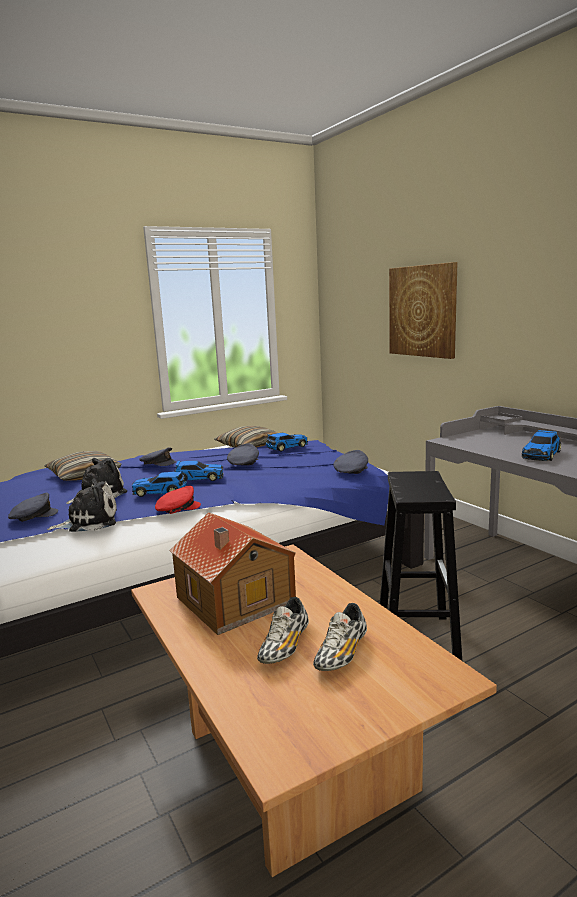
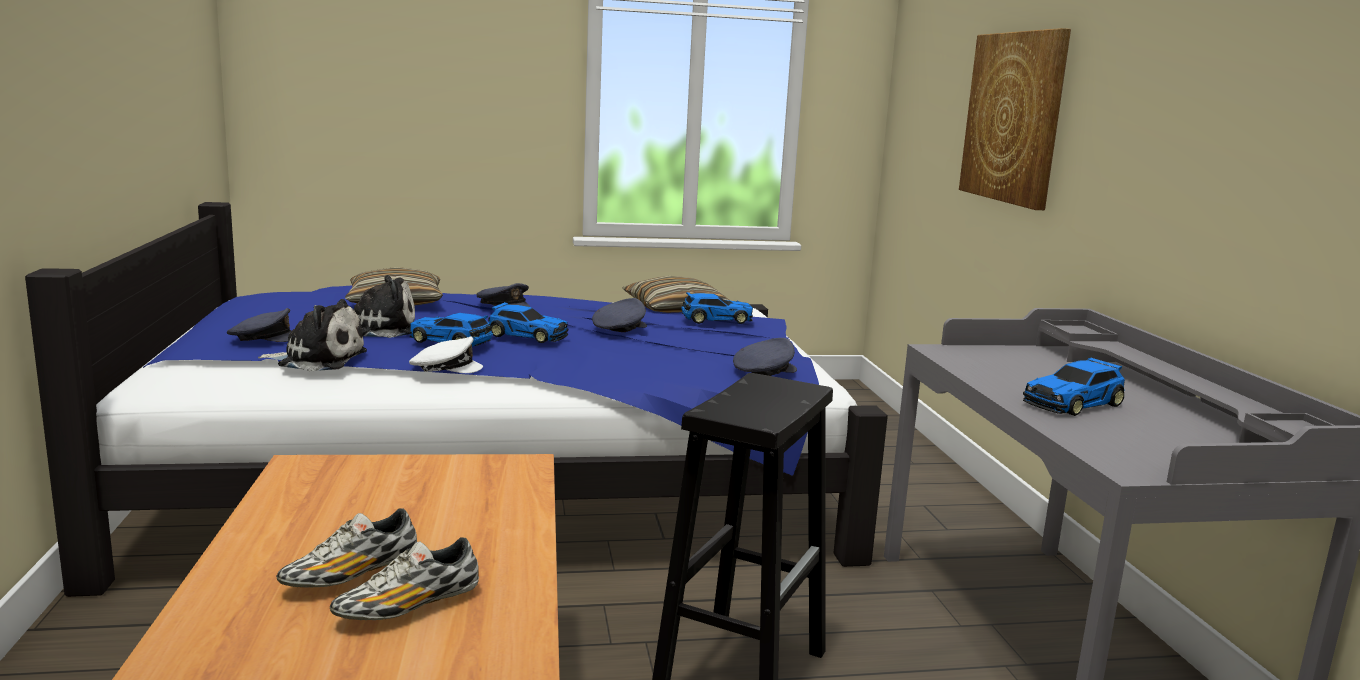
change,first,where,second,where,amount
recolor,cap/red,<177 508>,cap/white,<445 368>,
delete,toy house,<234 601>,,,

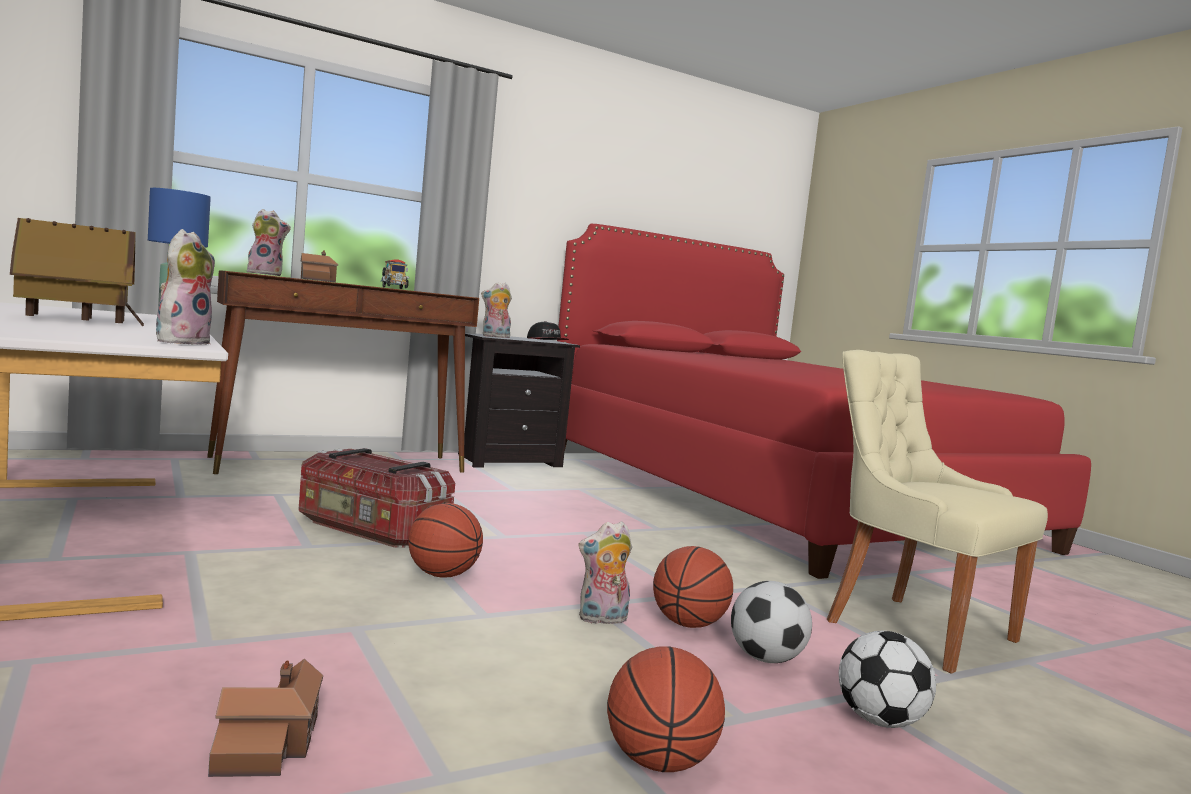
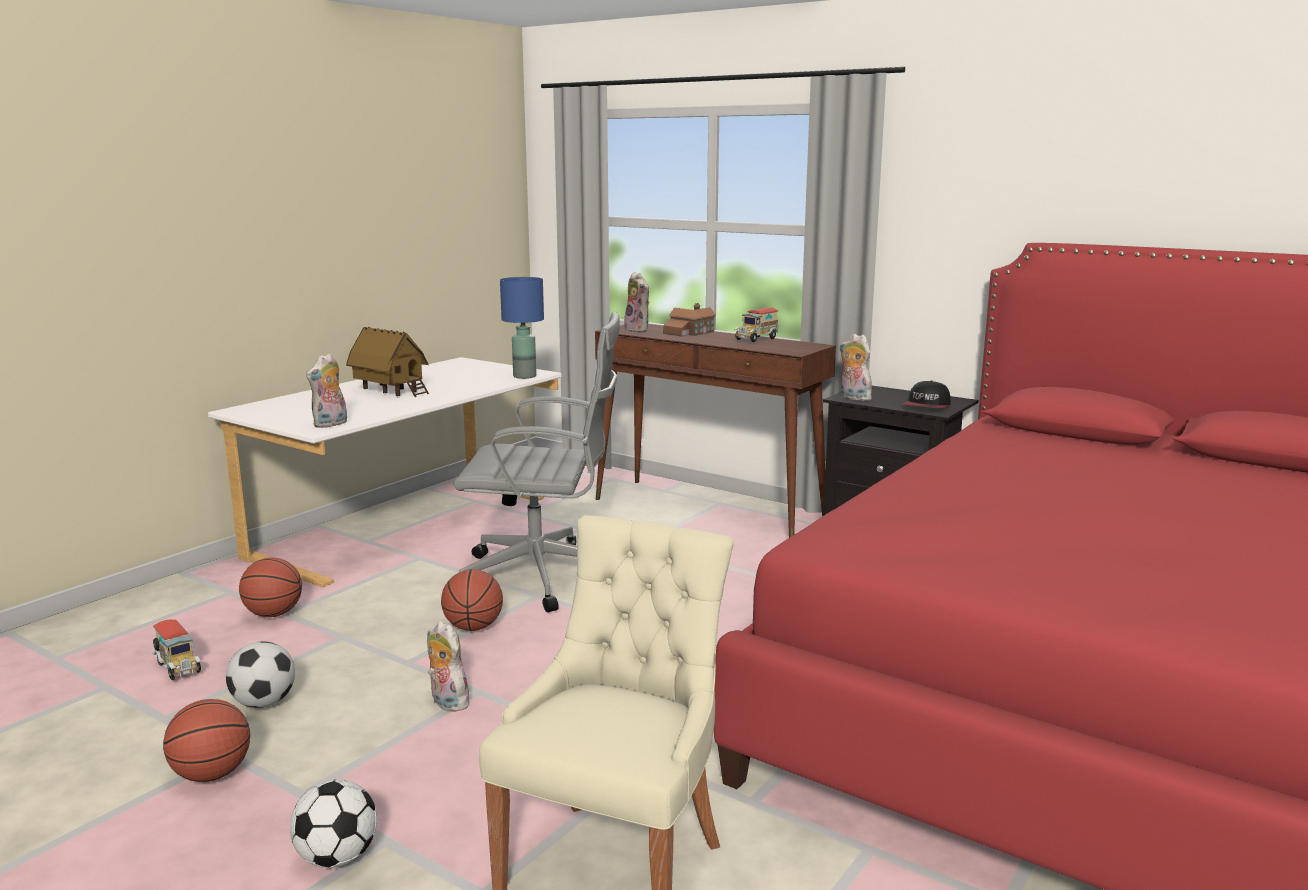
change,first,where,second,where,amount
rotate,plush toy,<182 342>,,<331 424>,135 degrees clockwise
replace,storage box,<370 530>,office chair/grey,<543 577>,
move,basketball,<688 624>,,<273 614>,
move,football,<766 659>,,<264 703>,
replace,toy house,<268 744>,toy truck,<177 668>,

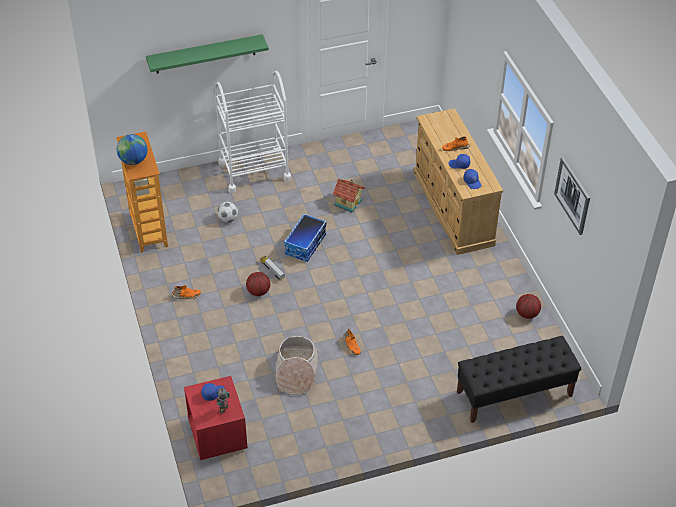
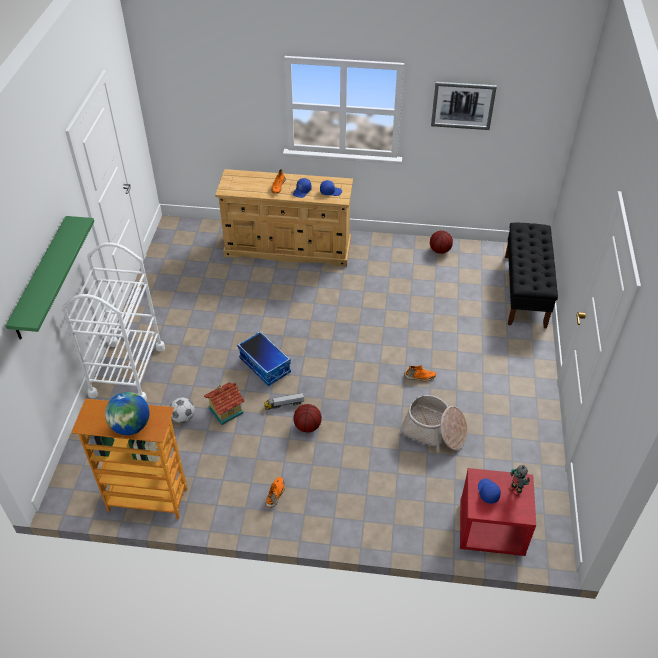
change,first,where,second,where,amount
move,toy house,<348 202>,,<225 410>,

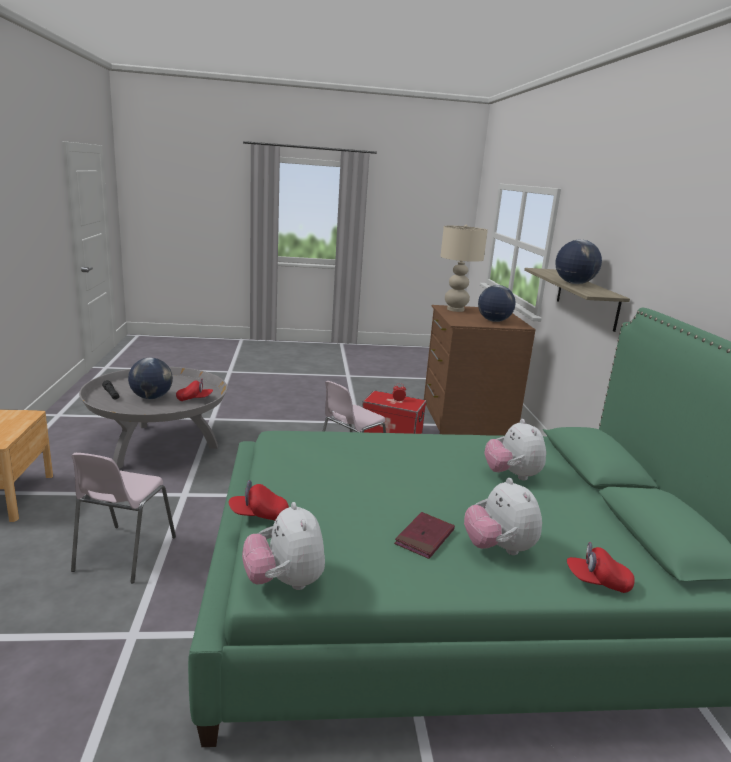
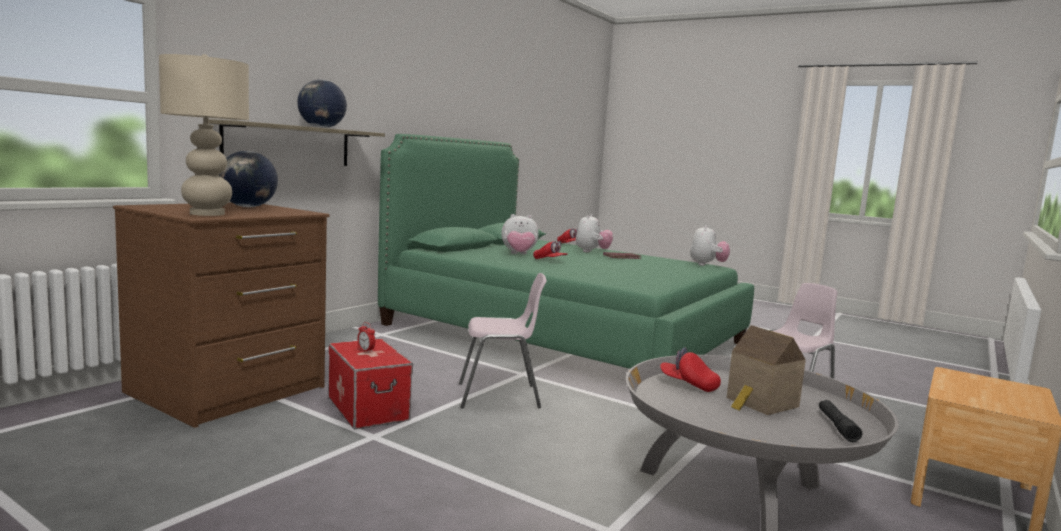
change,first,where,second,where,amount
replace,globe,<151 397>,toy house,<760 403>,
rotate,plush toy,<512 475>,,<519 254>,60 degrees clockwise
move,cap/red,<258 515>,,<549 260>,

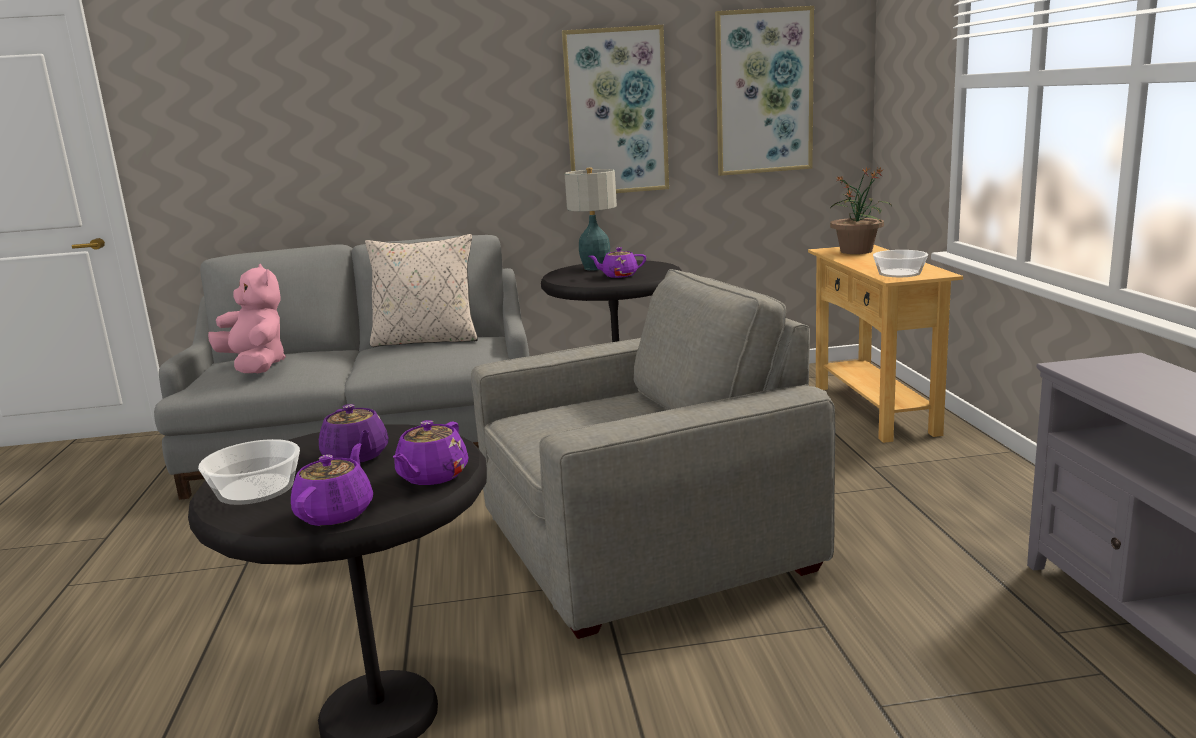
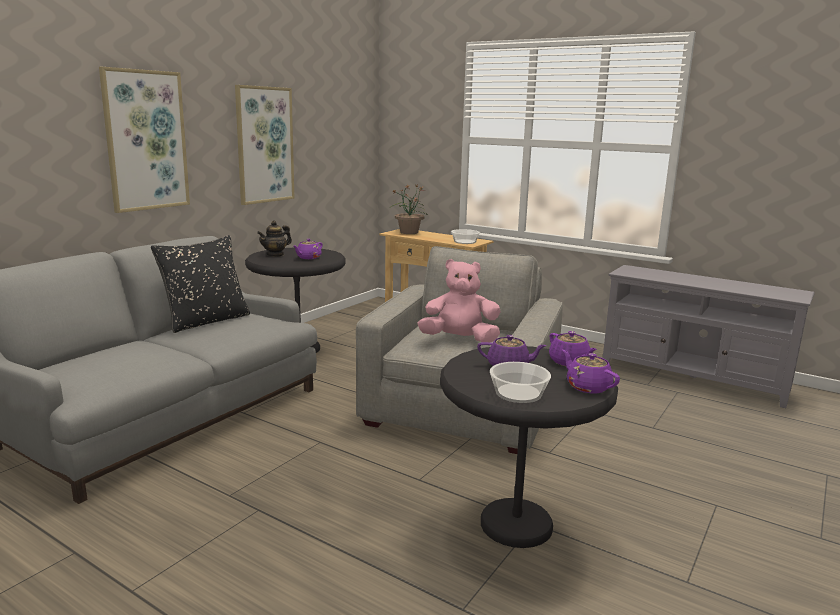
change,first,where,second,where,amount
move,picture,<763 92>,,<146 141>,
replace,table lamp,<596 268>,teapot,<275 255>,
recolor,pillow/beige,<426 340>,pillow/black,<207 321>,
move,plush toy/pink,<256 366>,,<459 339>,

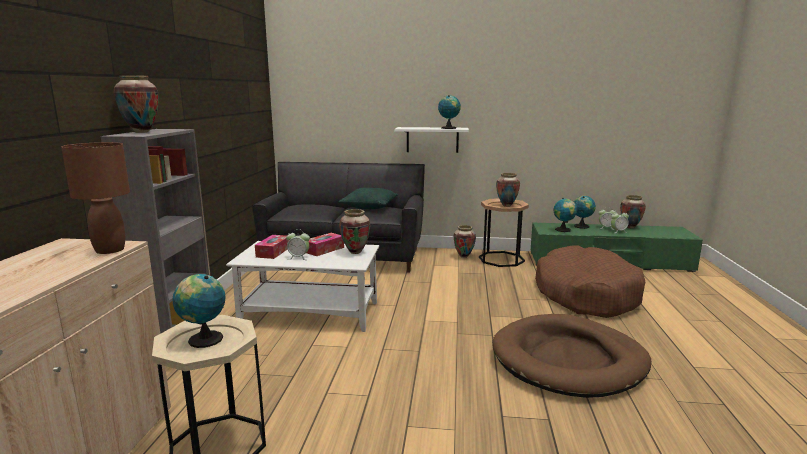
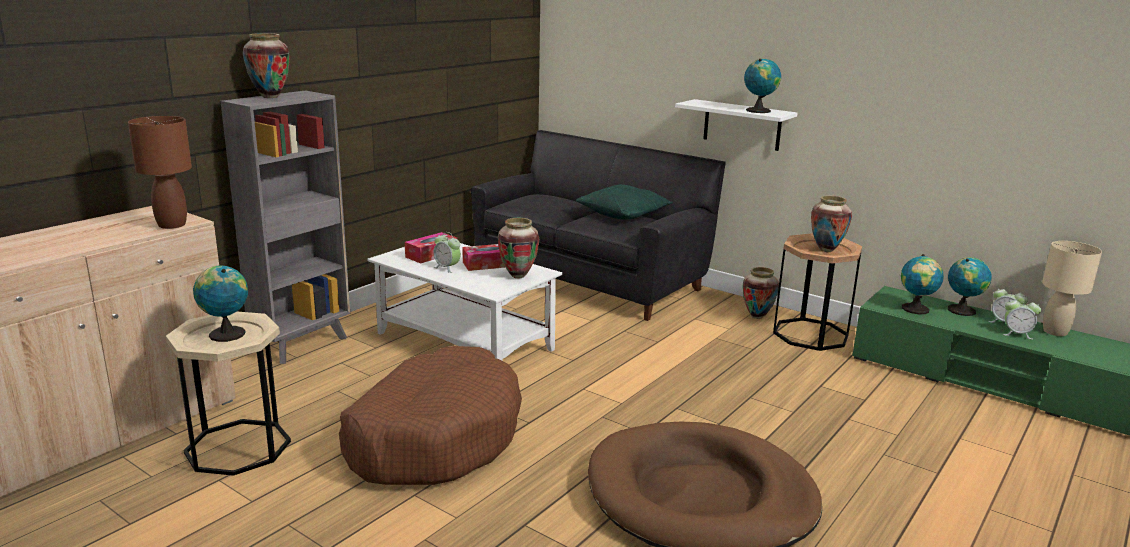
change,first,where,second,where,amount
replace,vase,<630 227>,table lamp/beige,<1055 332>,
move,dog bed/brown,<586 294>,,<434 437>,

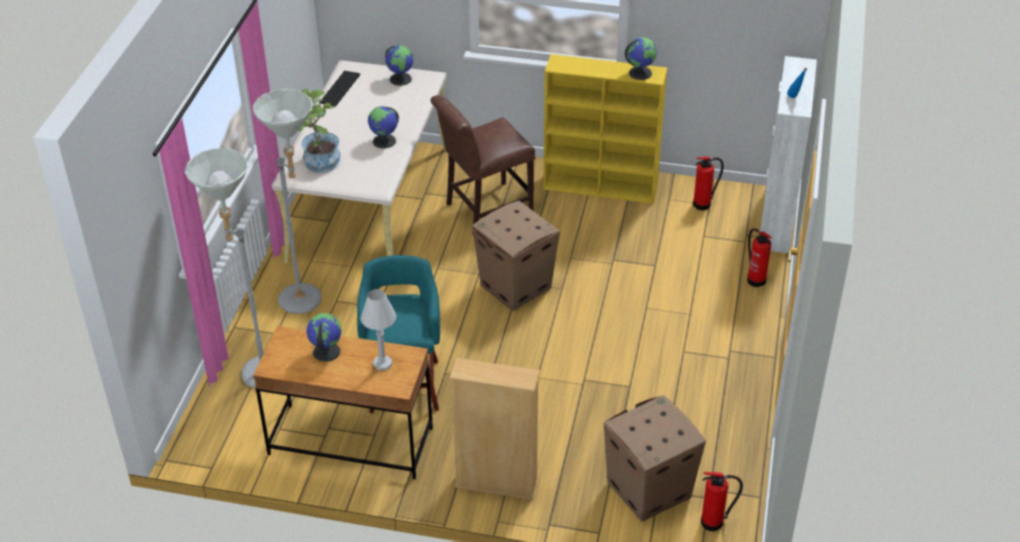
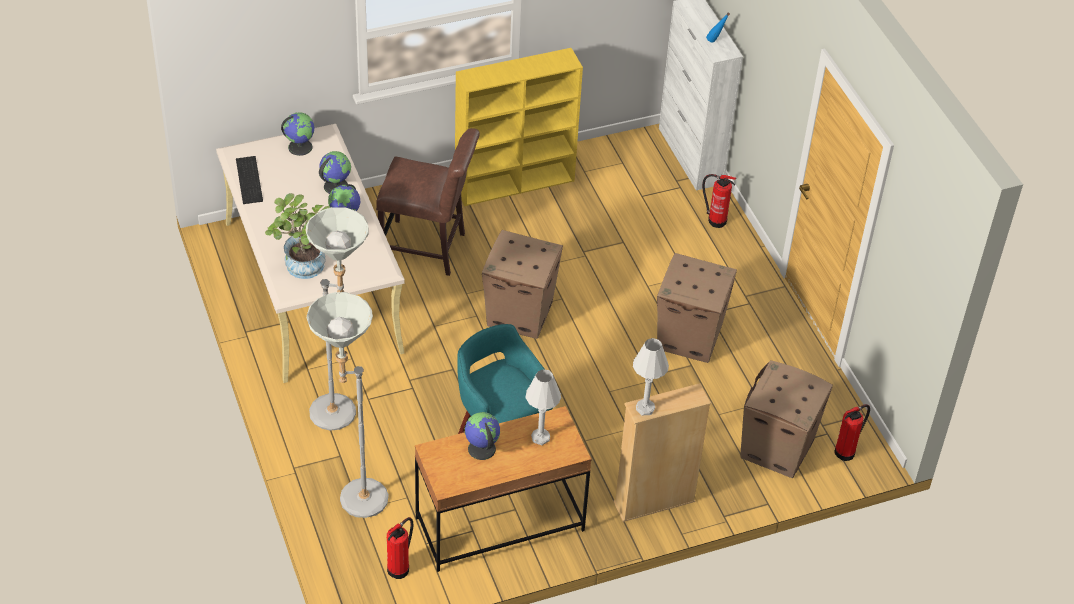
change,first,where,second,where,amount
move,globe,<640 73>,,<335 186>,
rotate,chair/brown,<484 210>,,<427 249>,105 degrees counterclockwise
move,fire extinguisher,<703 204>,,<400 568>,
insert,,,cardboard box,<690 337>,
insert,,,table lamp/white,<645 408>,

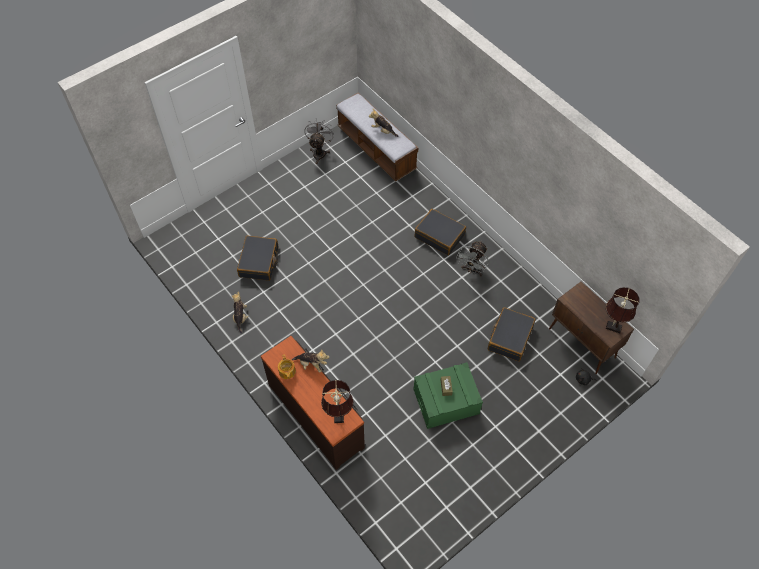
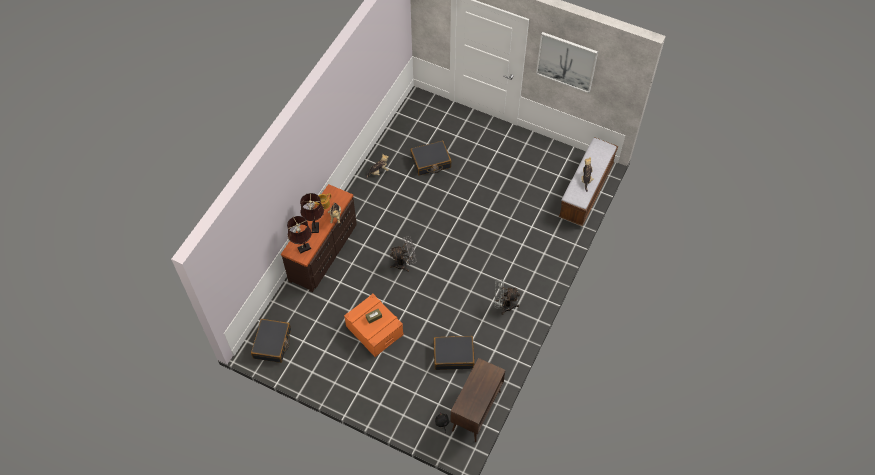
change,first,where,second,where,amount
move,fan/grey,<319 152>,,<404 264>,
move,suitcase/black,<439 236>,,<272 343>,
move,table lamp/brown,<612 326>,,<315 226>,
recolor,storage box/green,<446 401>,storage box/orange,<374 330>,
insert,,,picture,<566 62>,

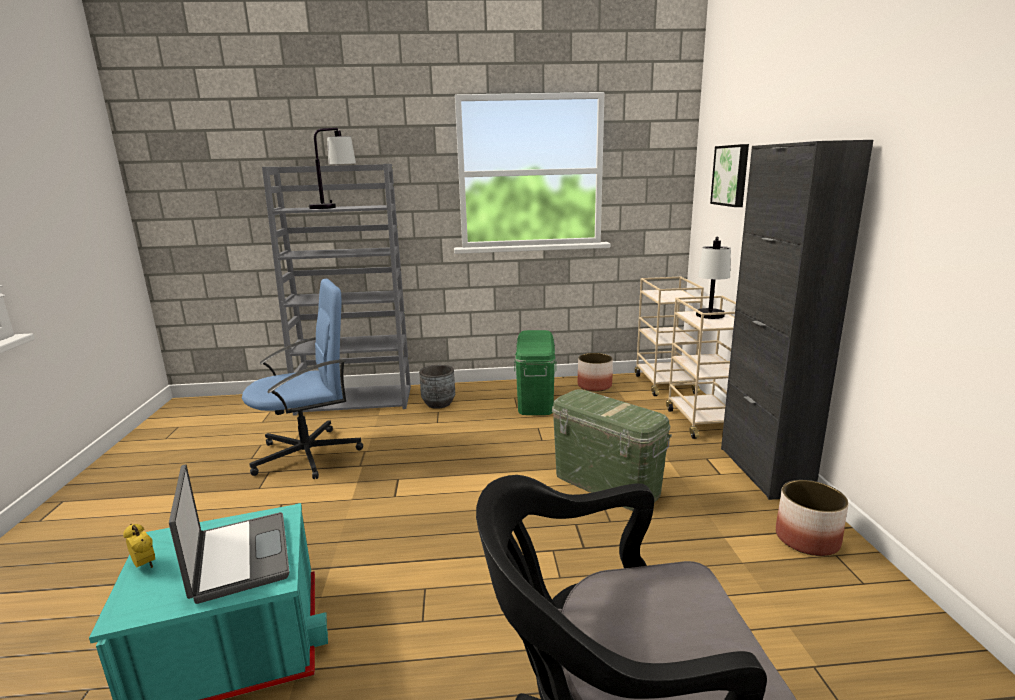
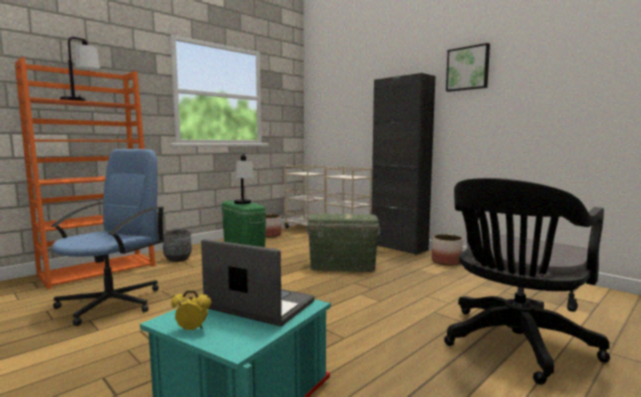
change,first,where,second,where,amount
move,picture,<731 175>,,<468 68>,
recolor,bookcase/grey,<356 400>,bookcase/orange,<99 270>,
move,table lamp,<710 319>,,<244 204>,

